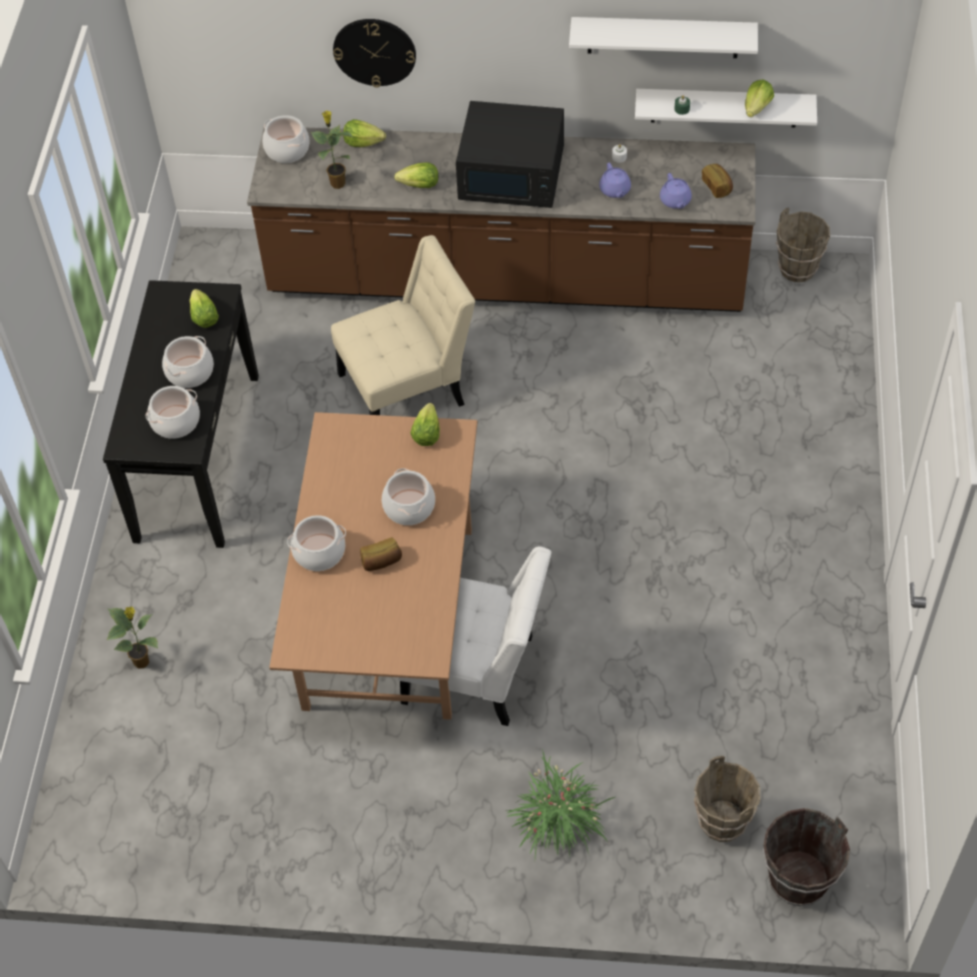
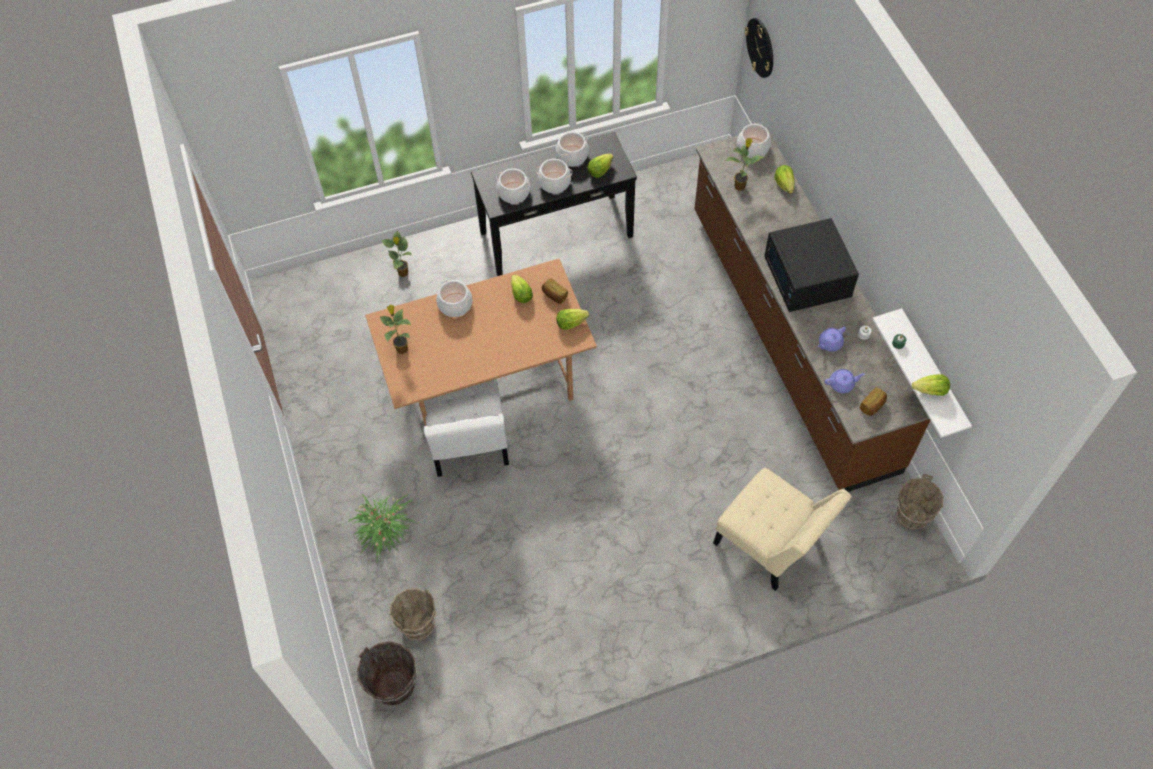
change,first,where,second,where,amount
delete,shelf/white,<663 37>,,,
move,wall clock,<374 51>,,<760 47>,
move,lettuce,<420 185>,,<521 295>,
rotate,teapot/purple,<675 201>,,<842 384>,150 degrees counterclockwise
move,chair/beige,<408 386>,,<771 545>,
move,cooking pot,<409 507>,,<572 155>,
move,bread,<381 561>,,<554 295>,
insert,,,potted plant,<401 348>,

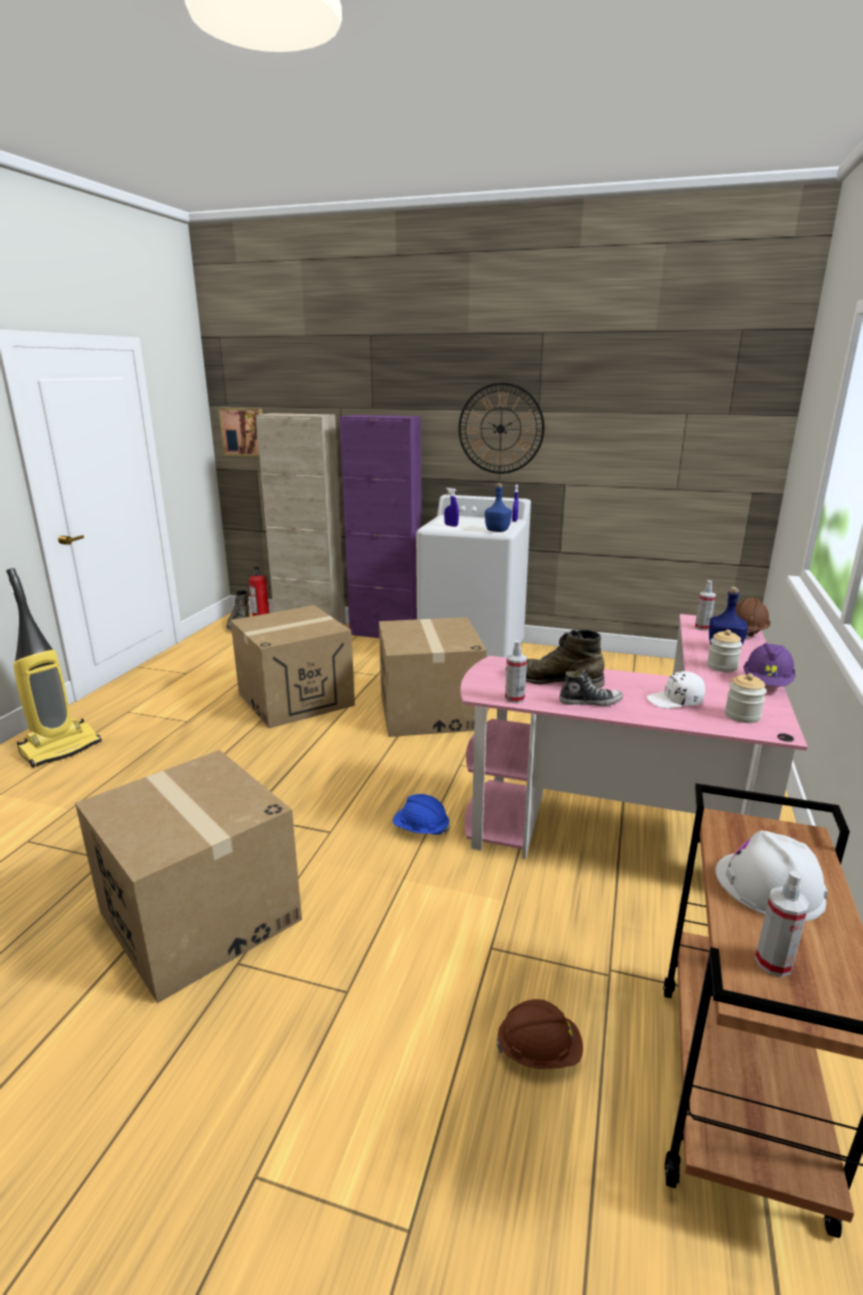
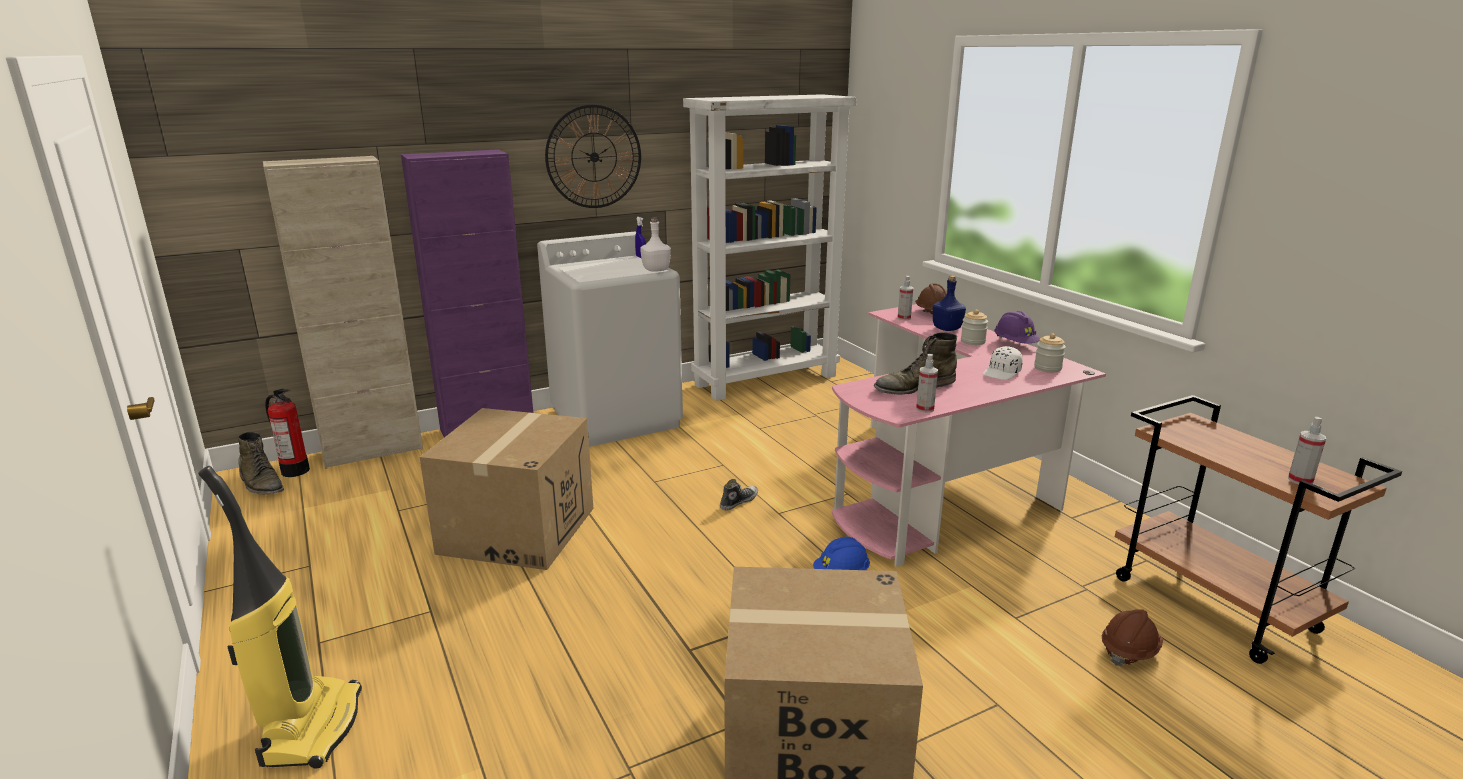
change,first,where,second,where,amount
delete,picture,<243 432>,,,
recolor,bottle/blue,<497 531>,bottle/white,<655 270>,
delete,spray bottle/blue,<451 525>,,,
delete,cardboard box,<429 711>,,,
move,shoe,<590 702>,,<738 501>,
delete,hard hat/white,<769 885>,,,
insert,,,bookcase/white,<766 380>,

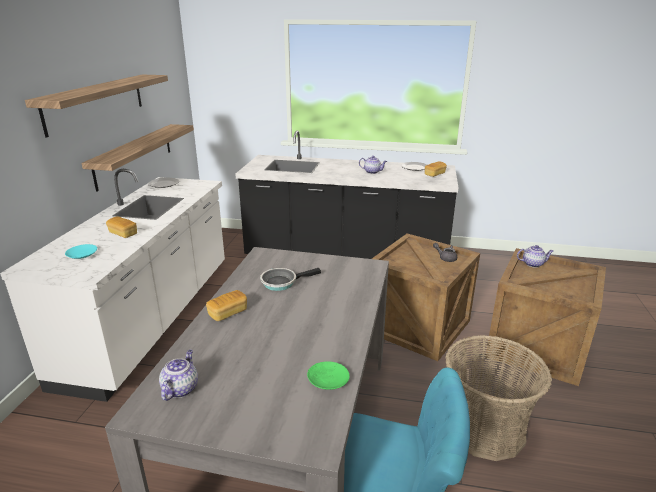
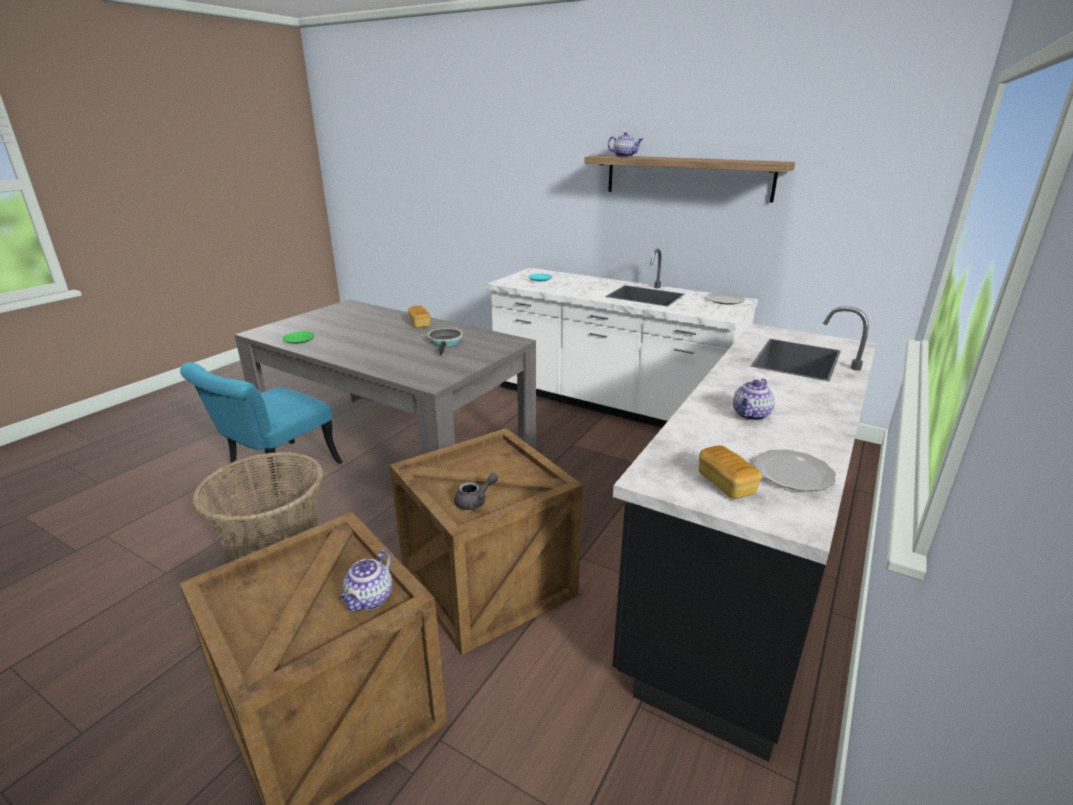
change,first,where,second,where,amount
delete,shelf,<134 155>,,,
delete,bread,<123 233>,,,
move,teapot,<180 388>,,<624 156>,

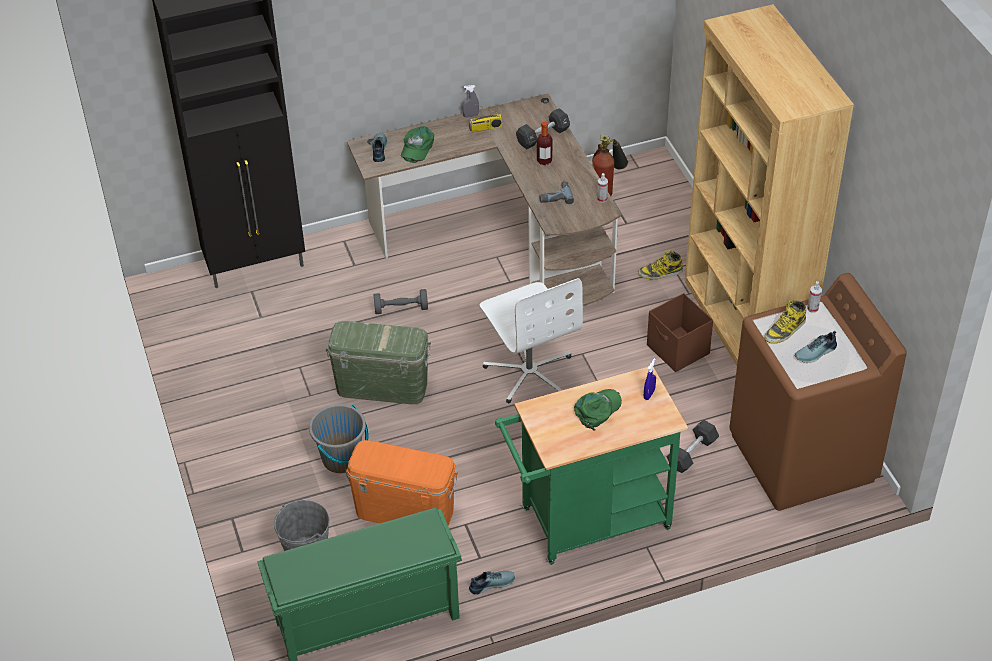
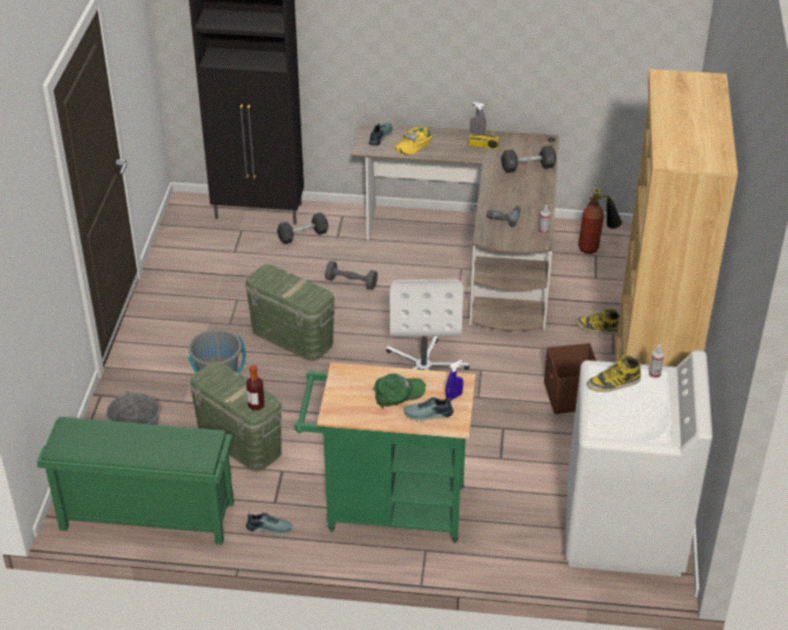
change,first,where,second,where,amount
move,bottle,<544 161>,,<256 405>,
recolor,cap/green,<417 147>,cap/yellow,<413 144>,
recolor,washing machine/brown,<802 458>,washing machine/white,<624 529>,
move,shoe,<816 353>,,<428 414>,
move,dumbbell/black,<692 453>,,<303 235>,
recolor,storage box/orange,<405 511>,storage box/green,<240 441>,

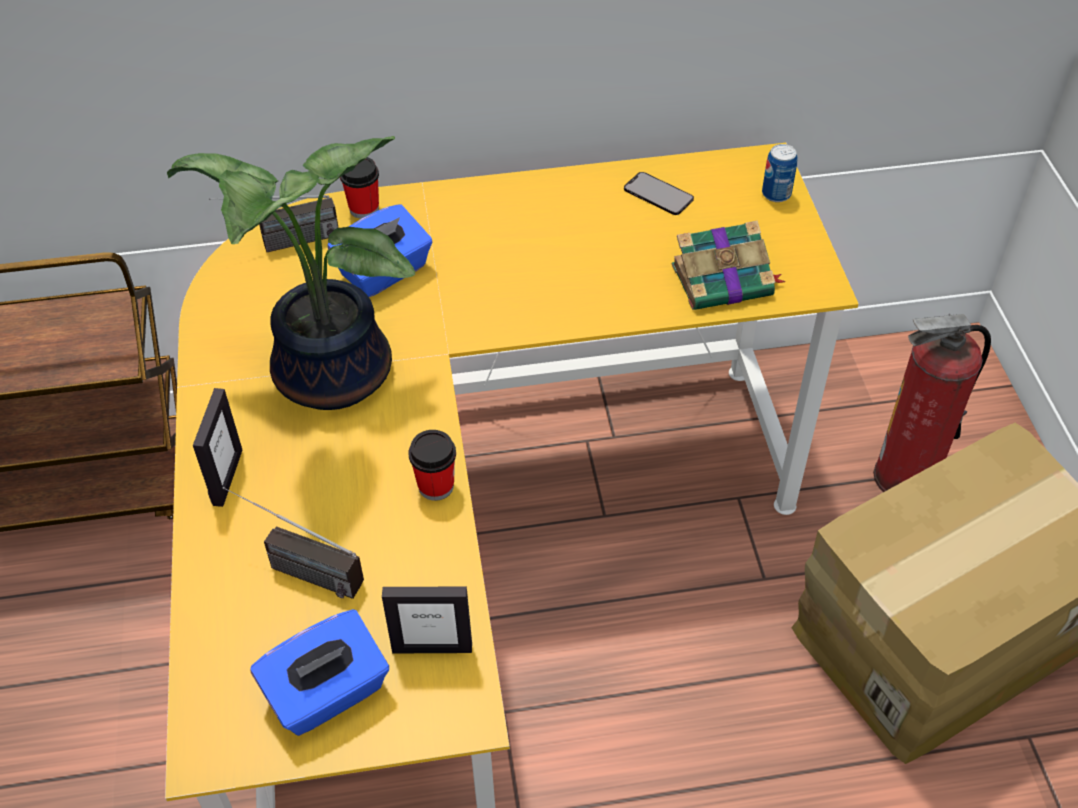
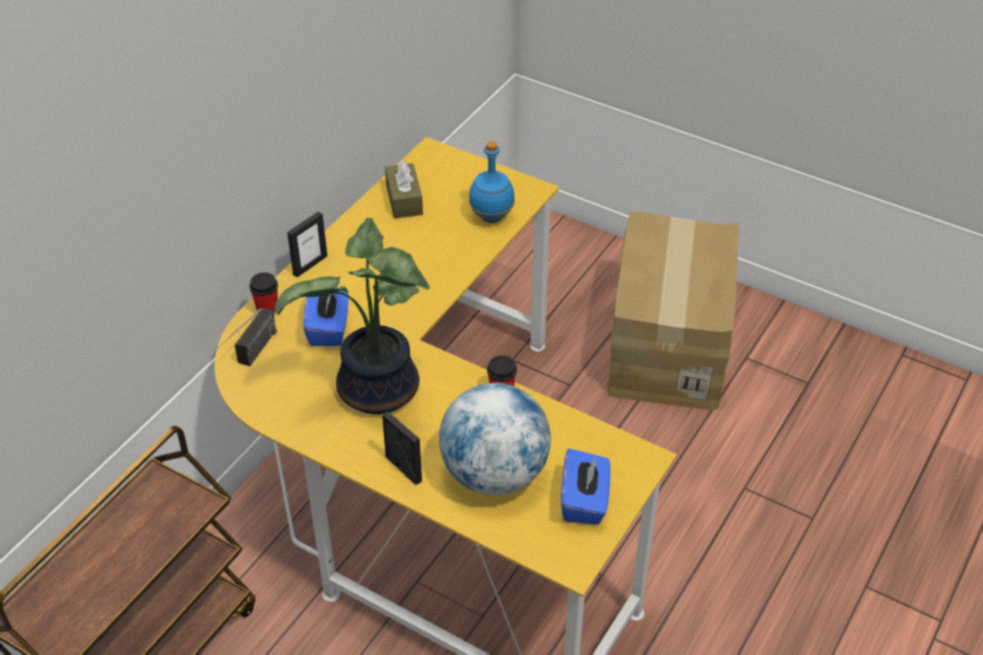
change,first,where,second,where,amount
delete,can,<776 194>,,,
replace,phone,<658 194>,tissue box/brown,<404 199>,
replace,book,<724 280>,bottle/blue,<491 216>,
delete,fire extinguisher,<905 478>,,,
replace,radio,<294 568>,globe,<494 474>,
move,picture frame,<432 647>,,<310 265>,

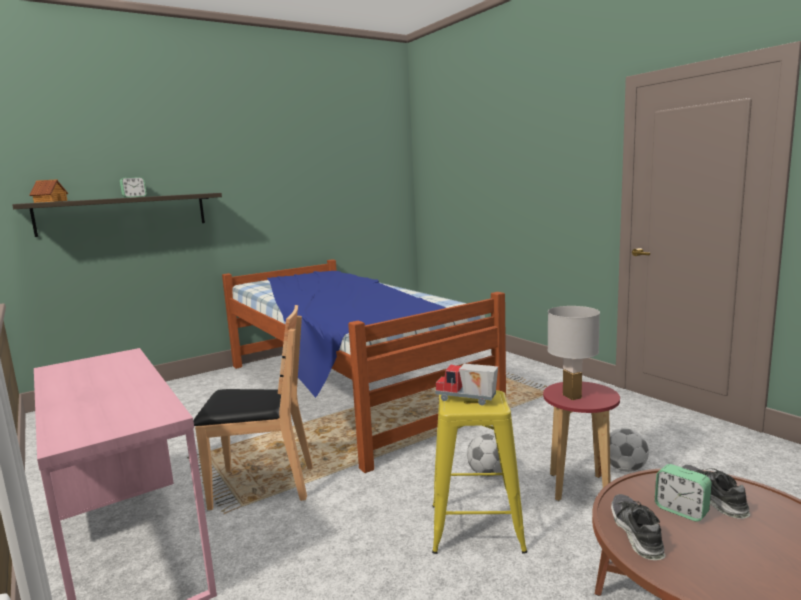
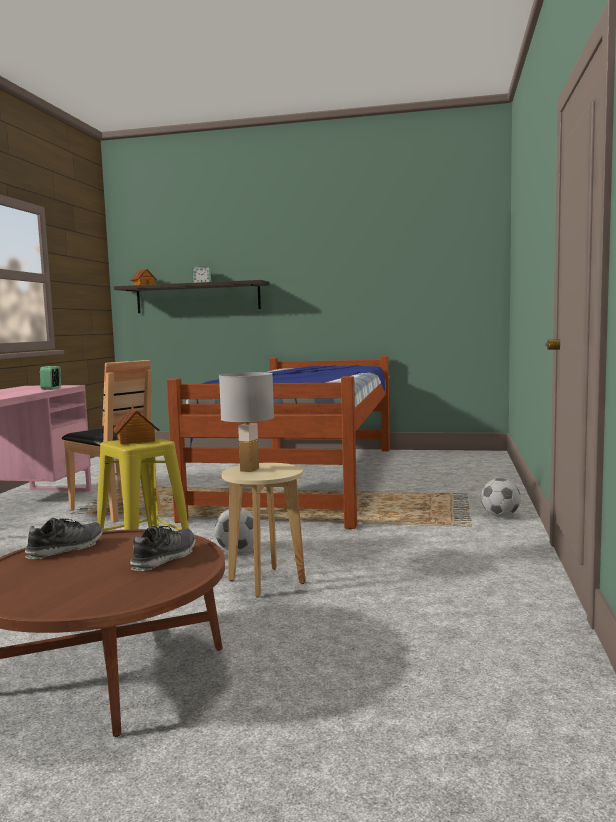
change,first,where,second,where,amount
replace,toy truck,<466 400>,toy house,<136 440>,
recolor,stool/red,<579 488>,stool/beige,<267 582>,
move,football,<625 468>,,<500 516>,
move,alarm clock,<681 510>,,<51 388>,

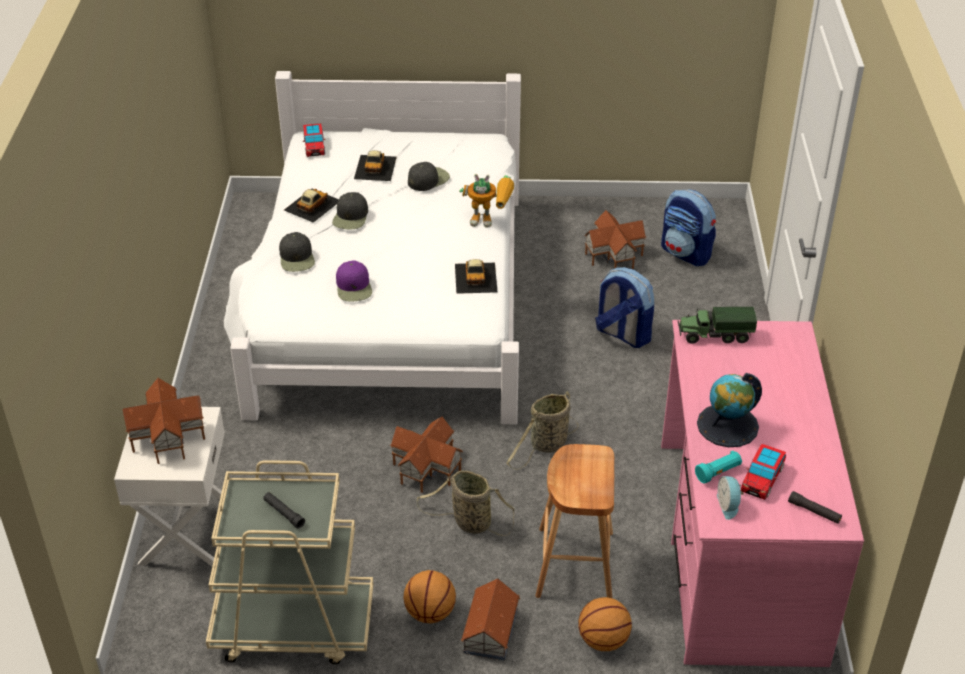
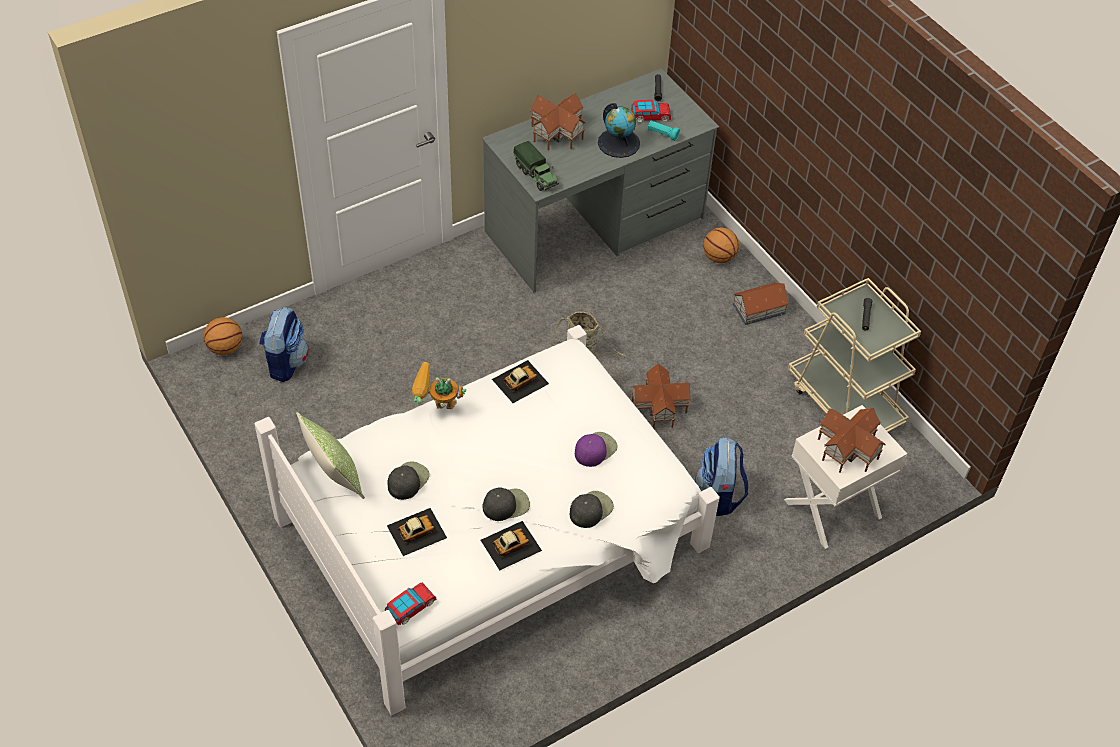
change,first,where,second,where,amount
rotate,cap/black,<428 179>,,<407 480>,105 degrees clockwise
rotate,toy robot,<490 220>,,<436 408>,60 degrees counterclockwise
rotate,toy car,<312 205>,,<510 545>,150 degrees clockwise
move,toy house,<612 254>,,<557 133>,
move,backpack,<622 334>,,<719 495>,
recolor,desk/pink,<737 548>,desk/grey,<595 225>,
delete,stool/brown,<575 564>,,,
delete,basket,<469 522>,,,
delete,alarm clock,<728 505>,,,
move,basketball,<430 613>,,<225 348>,
insert,,,pillow,<334 476>,

